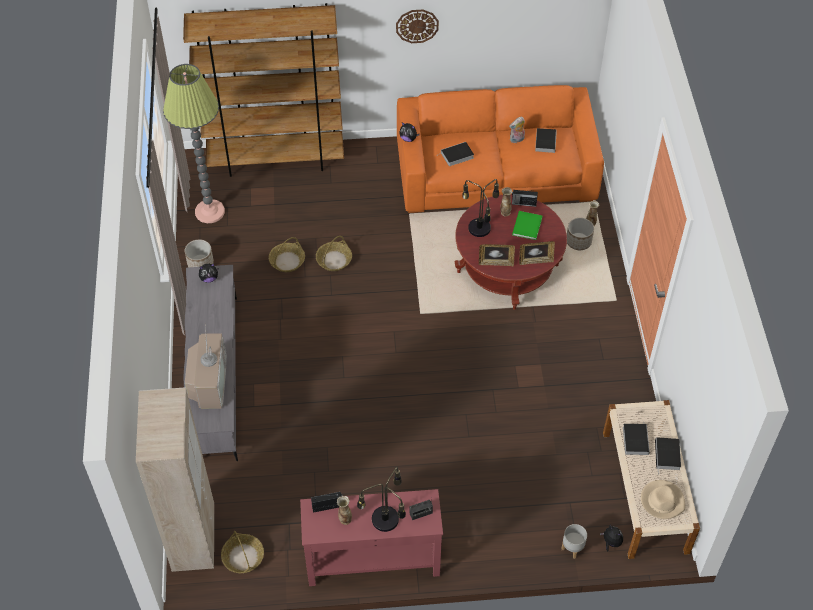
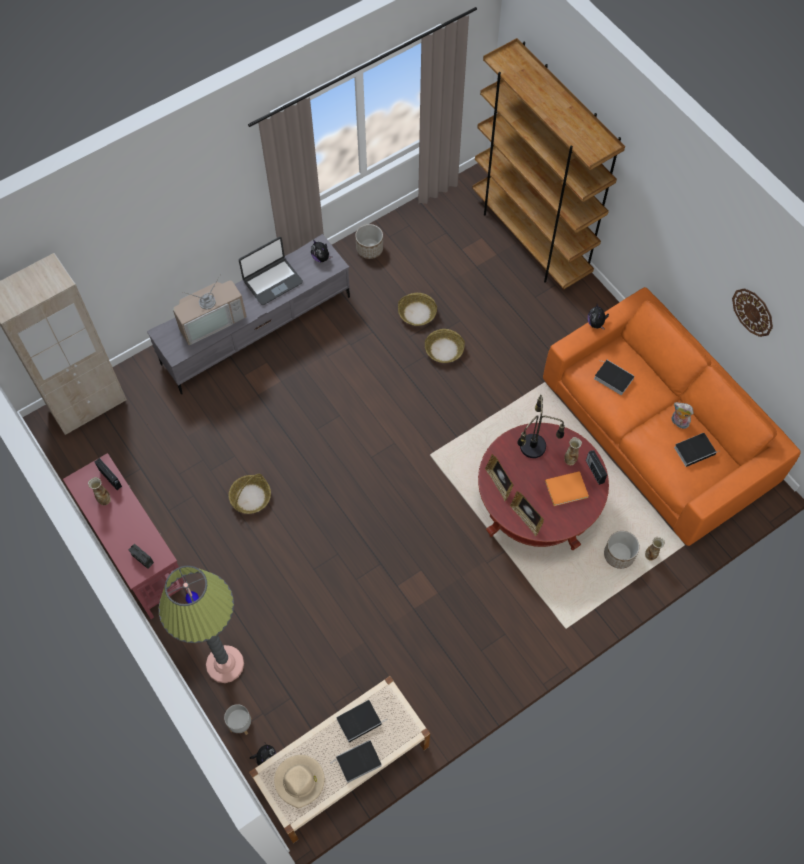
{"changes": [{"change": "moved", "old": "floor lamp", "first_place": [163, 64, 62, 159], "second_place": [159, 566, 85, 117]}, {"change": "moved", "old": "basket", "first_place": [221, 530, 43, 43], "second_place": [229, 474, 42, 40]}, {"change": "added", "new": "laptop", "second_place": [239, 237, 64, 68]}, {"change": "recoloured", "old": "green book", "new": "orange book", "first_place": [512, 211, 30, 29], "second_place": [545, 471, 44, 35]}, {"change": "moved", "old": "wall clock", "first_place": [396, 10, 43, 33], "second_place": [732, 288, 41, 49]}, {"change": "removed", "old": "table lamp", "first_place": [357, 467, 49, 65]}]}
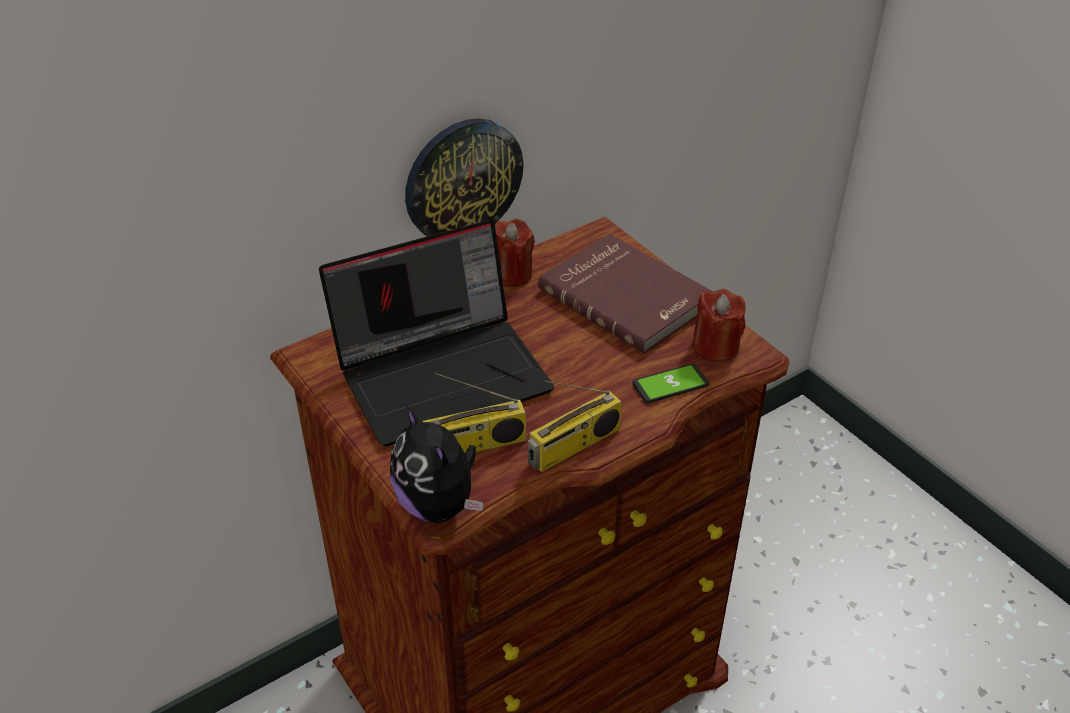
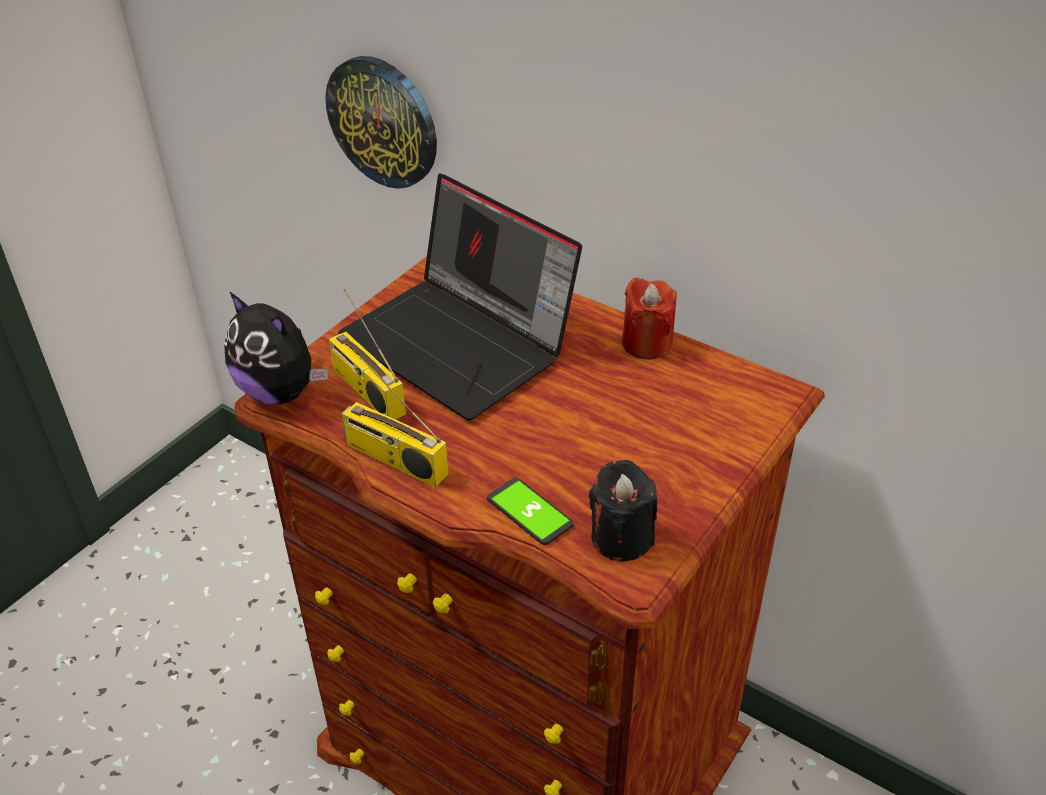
{"changes": [{"change": "turned", "old": "plush toy", "first_place": [390, 405, 93, 118], "second_place": [224, 292, 104, 113], "degrees": -90}, {"change": "moved", "old": "wall clock", "first_place": [405, 118, 119, 118], "second_place": [325, 56, 112, 133]}, {"change": "recoloured", "old": "red candle", "new": "black candle", "first_place": [692, 289, 54, 73], "second_place": [589, 460, 68, 102]}, {"change": "removed", "old": "red book", "first_place": [538, 234, 175, 120]}]}
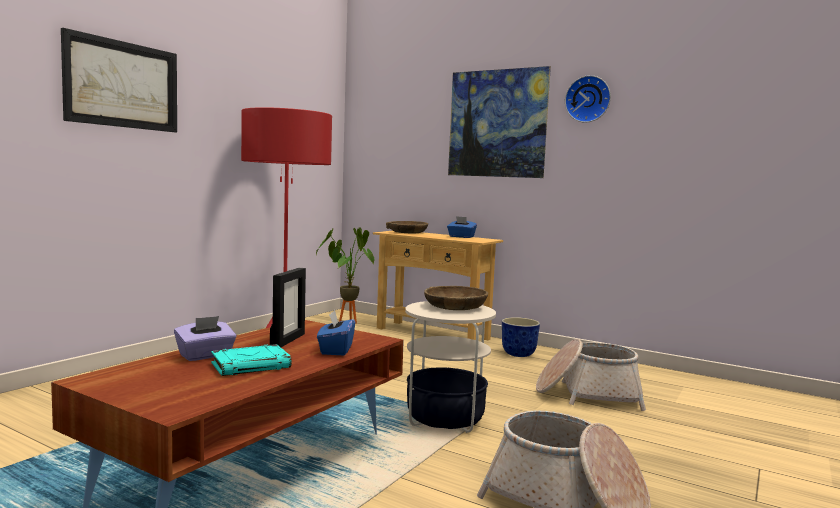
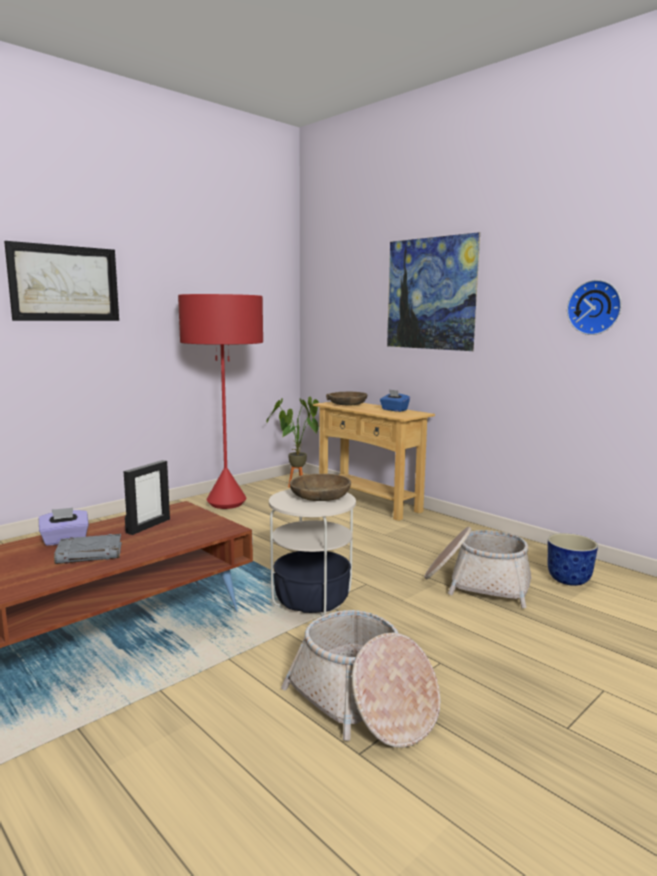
{"changes": [{"change": "recoloured", "old": "turquoise book", "new": "grey book", "first_place": [211, 344, 81, 32], "second_place": [54, 534, 68, 30]}, {"change": "moved", "old": "planter", "first_place": [502, 317, 38, 40], "second_place": [548, 533, 50, 53]}, {"change": "moved", "old": "wall clock", "first_place": [565, 75, 46, 48], "second_place": [567, 280, 55, 55]}, {"change": "removed", "old": "blue tissue box", "first_place": [317, 310, 38, 45]}]}
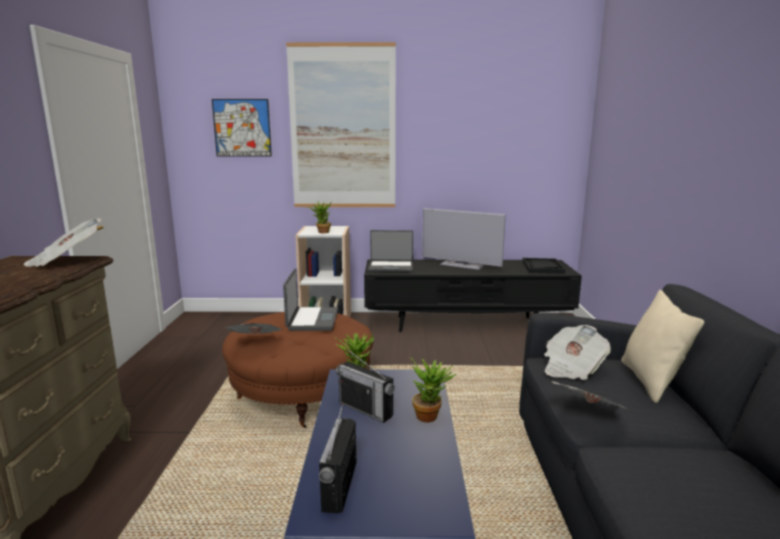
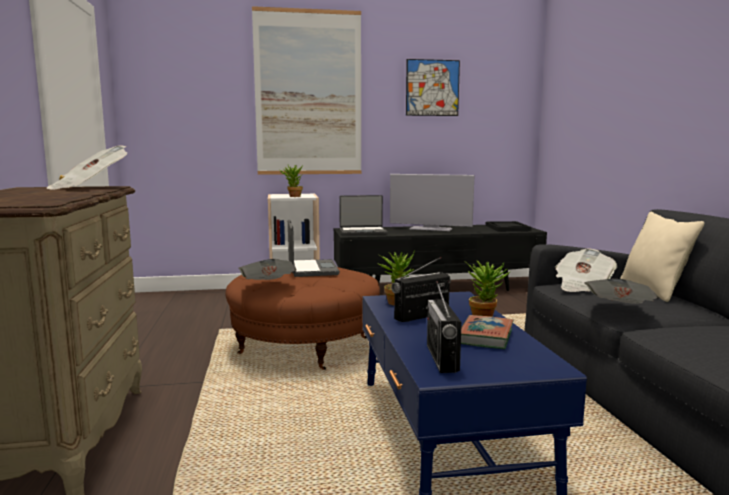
{"changes": [{"change": "turned", "old": "radio", "first_place": [336, 349, 59, 74], "second_place": [391, 257, 60, 65], "degrees": 120}, {"change": "moved", "old": "picture", "first_place": [212, 99, 60, 58], "second_place": [406, 59, 54, 57]}, {"change": "added", "new": "book", "second_place": [461, 315, 53, 34]}]}
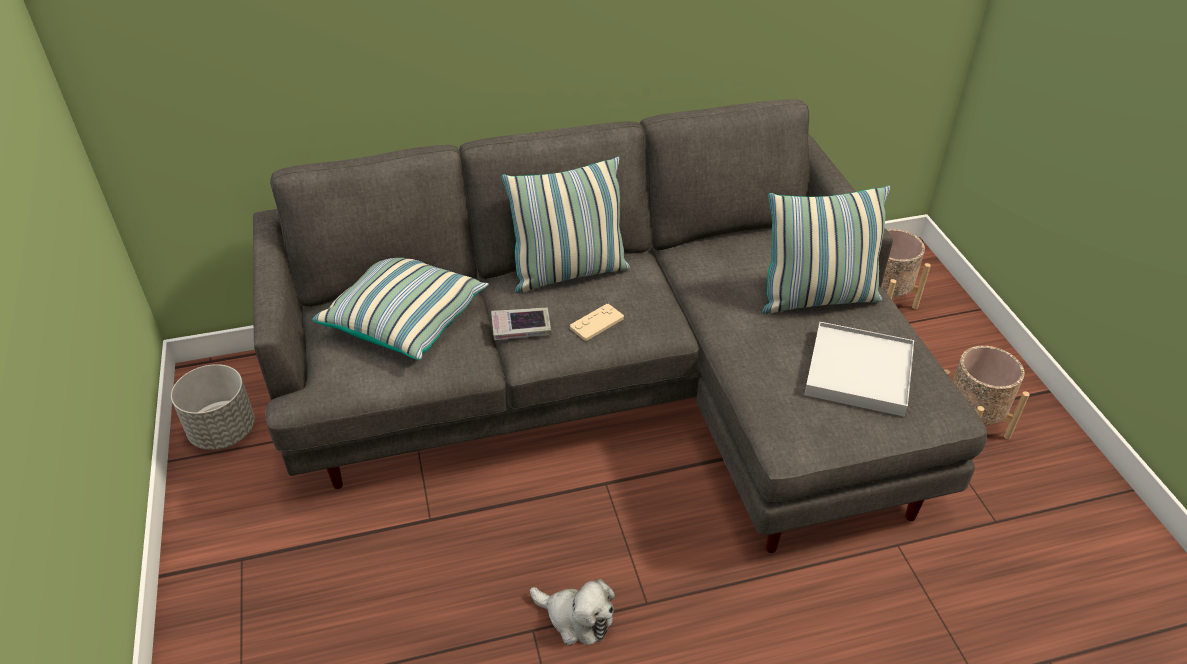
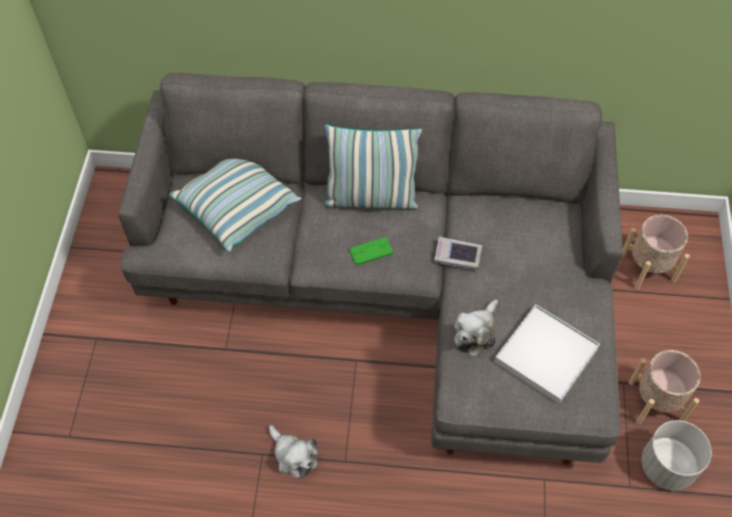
{"changes": [{"change": "recoloured", "old": "beige game controller", "new": "green game controller", "first_place": [570, 304, 54, 37], "second_place": [349, 237, 44, 28]}, {"change": "moved", "old": "book", "first_place": [491, 308, 60, 32], "second_place": [434, 237, 48, 33]}, {"change": "added", "new": "plush toy", "second_place": [454, 299, 44, 59]}, {"change": "moved", "old": "grey planter", "first_place": [171, 364, 84, 86], "second_place": [641, 420, 71, 71]}, {"change": "removed", "old": "pillow", "first_place": [762, 186, 128, 128]}]}
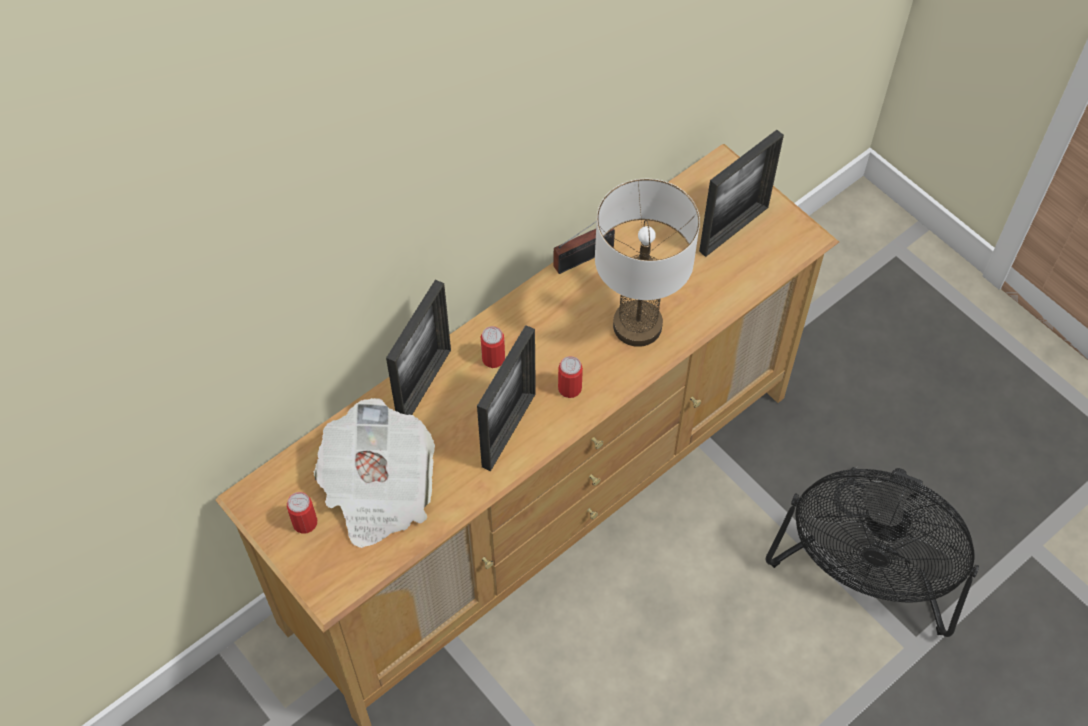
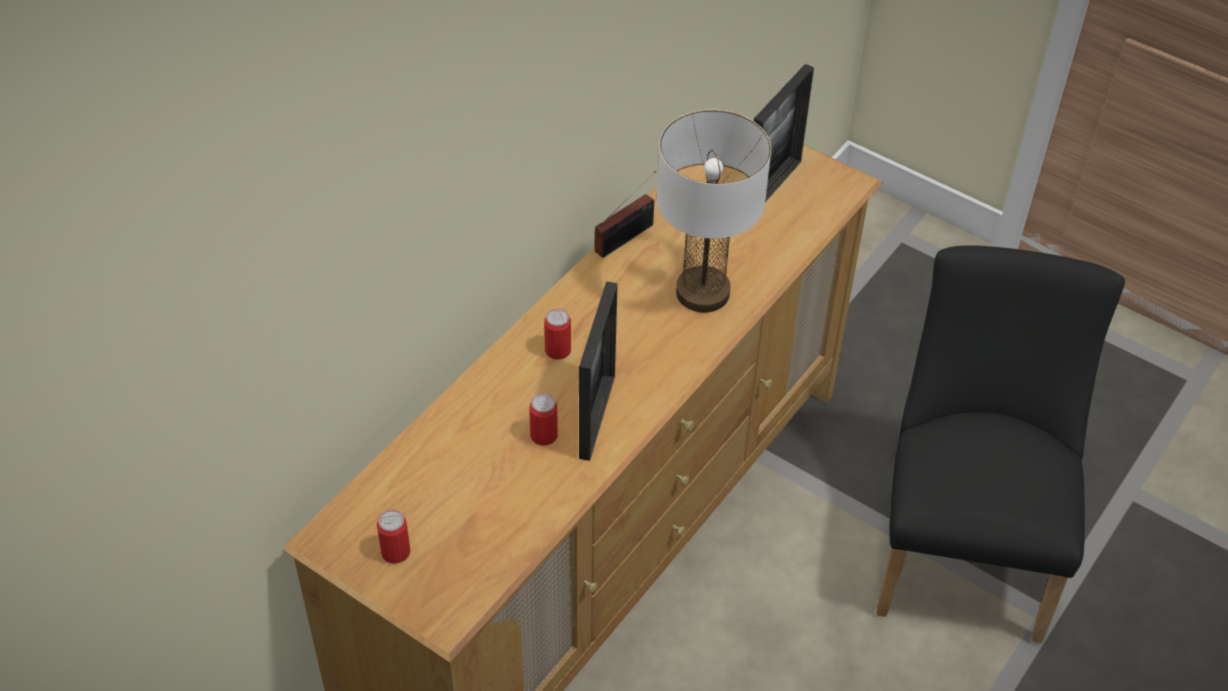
{"changes": [{"change": "moved", "old": "can", "first_place": [558, 356, 25, 42], "second_place": [529, 393, 29, 52]}, {"change": "replaced", "old": "black fan", "new": "black chair", "first_place": [766, 467, 213, 170], "second_place": [876, 245, 249, 398]}, {"change": "removed", "old": "newspaper", "first_place": [314, 398, 121, 150]}, {"change": "removed", "old": "picture frame", "first_place": [386, 280, 65, 135]}]}
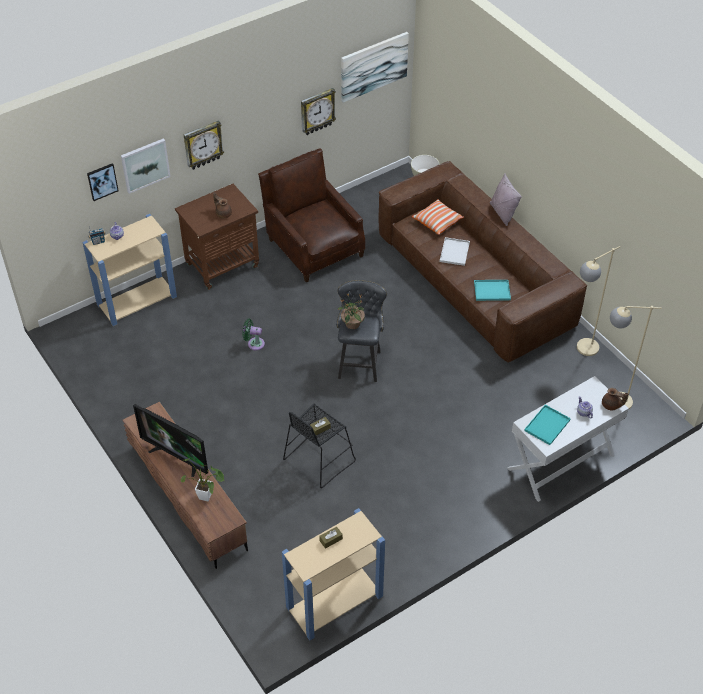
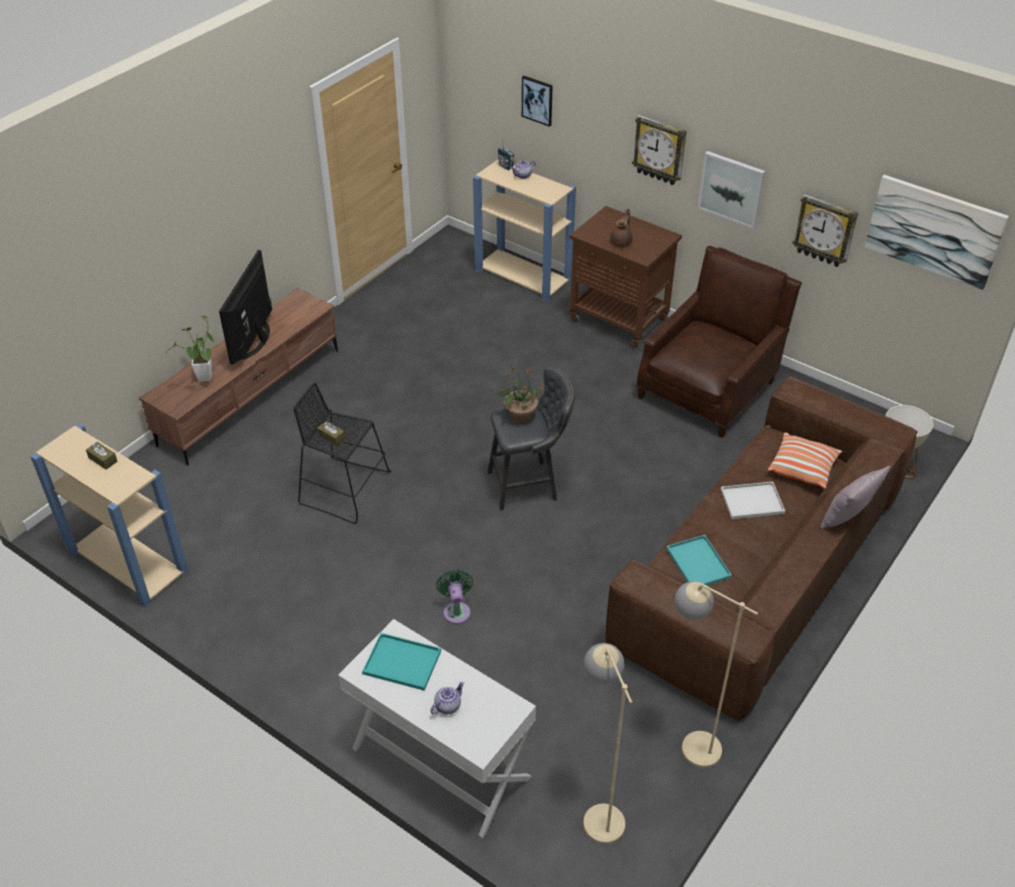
{"changes": [{"change": "moved", "old": "green fan", "first_place": [242, 319, 23, 32], "second_place": [436, 570, 37, 54]}, {"change": "moved", "old": "picture", "first_place": [121, 138, 50, 56], "second_place": [698, 151, 67, 78]}, {"change": "removed", "old": "brown teapot", "first_place": [602, 388, 26, 22]}]}
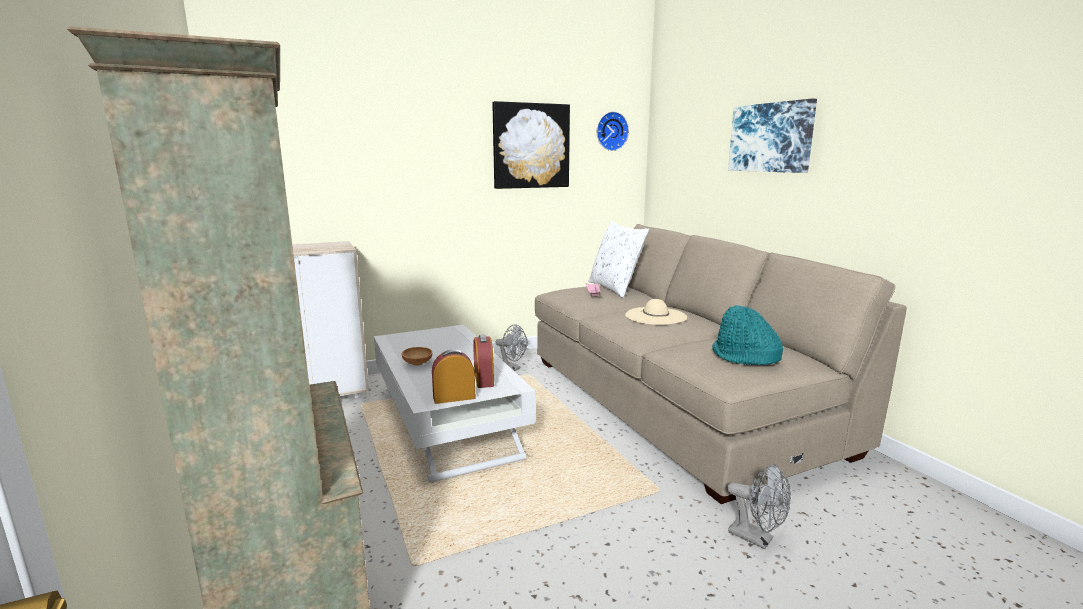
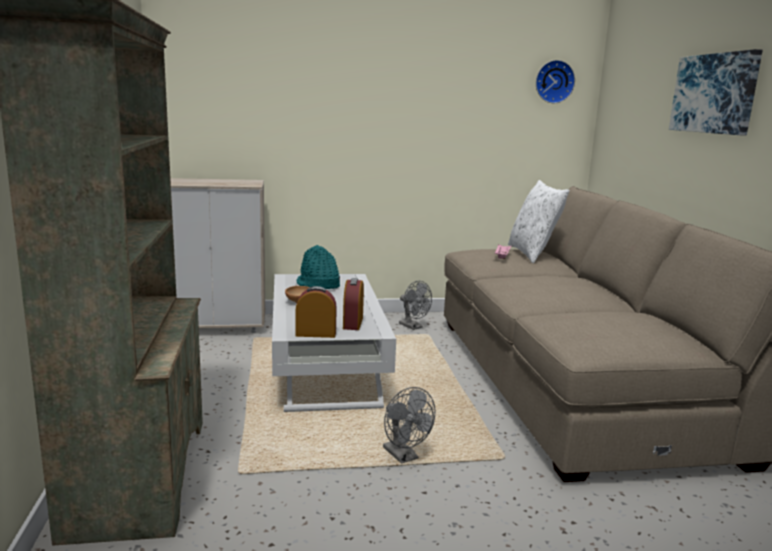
{"changes": [{"change": "moved", "old": "turquoise hat", "first_place": [712, 305, 71, 60], "second_place": [297, 245, 43, 44]}, {"change": "moved", "old": "grey fan", "first_place": [727, 464, 64, 85], "second_place": [383, 387, 53, 77]}, {"change": "removed", "old": "picture", "first_place": [492, 101, 78, 88]}, {"change": "removed", "old": "beige hat", "first_place": [625, 299, 62, 26]}]}
